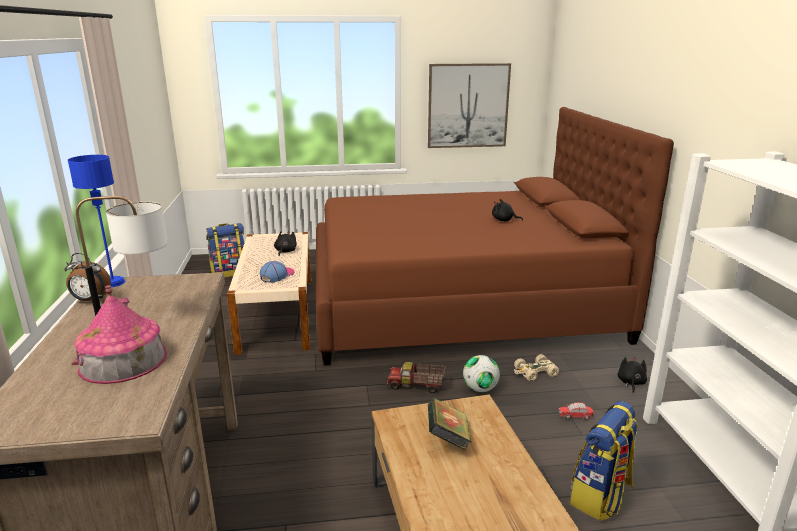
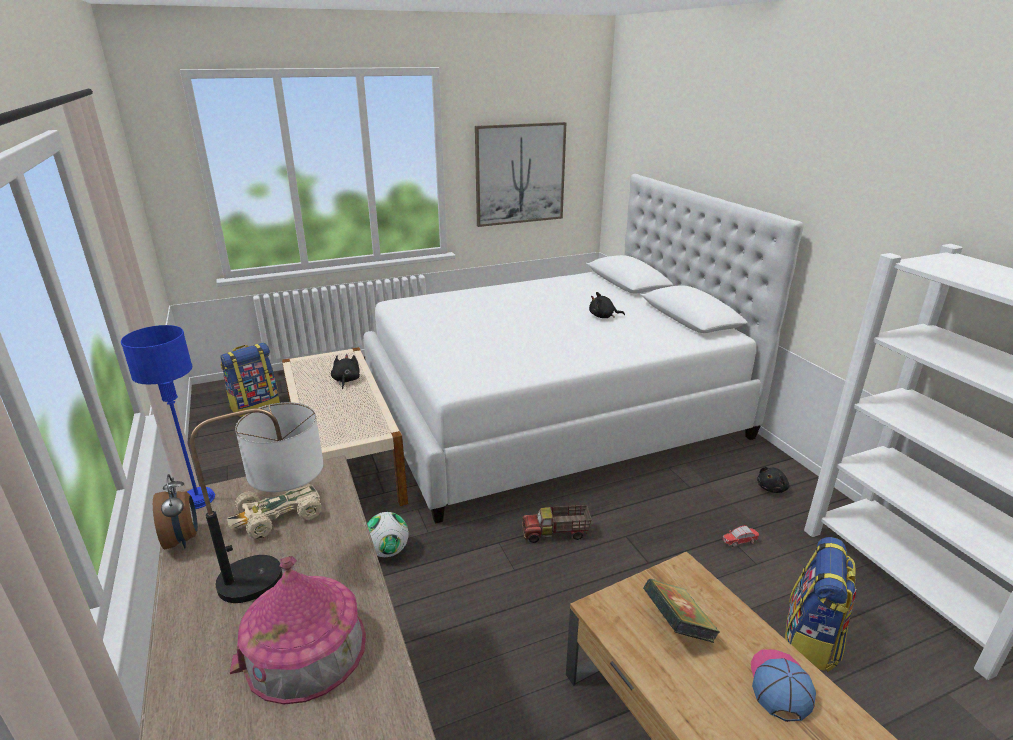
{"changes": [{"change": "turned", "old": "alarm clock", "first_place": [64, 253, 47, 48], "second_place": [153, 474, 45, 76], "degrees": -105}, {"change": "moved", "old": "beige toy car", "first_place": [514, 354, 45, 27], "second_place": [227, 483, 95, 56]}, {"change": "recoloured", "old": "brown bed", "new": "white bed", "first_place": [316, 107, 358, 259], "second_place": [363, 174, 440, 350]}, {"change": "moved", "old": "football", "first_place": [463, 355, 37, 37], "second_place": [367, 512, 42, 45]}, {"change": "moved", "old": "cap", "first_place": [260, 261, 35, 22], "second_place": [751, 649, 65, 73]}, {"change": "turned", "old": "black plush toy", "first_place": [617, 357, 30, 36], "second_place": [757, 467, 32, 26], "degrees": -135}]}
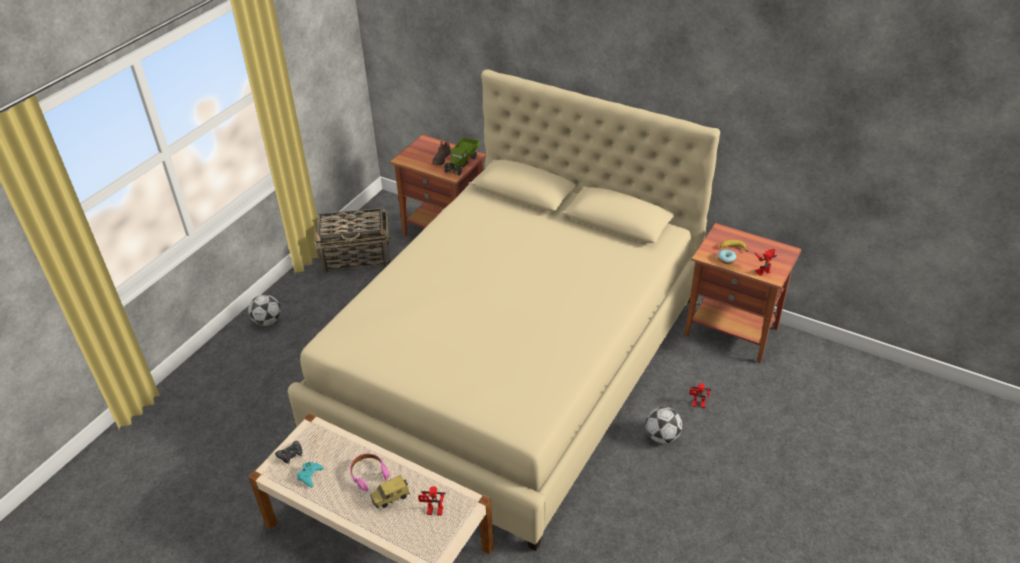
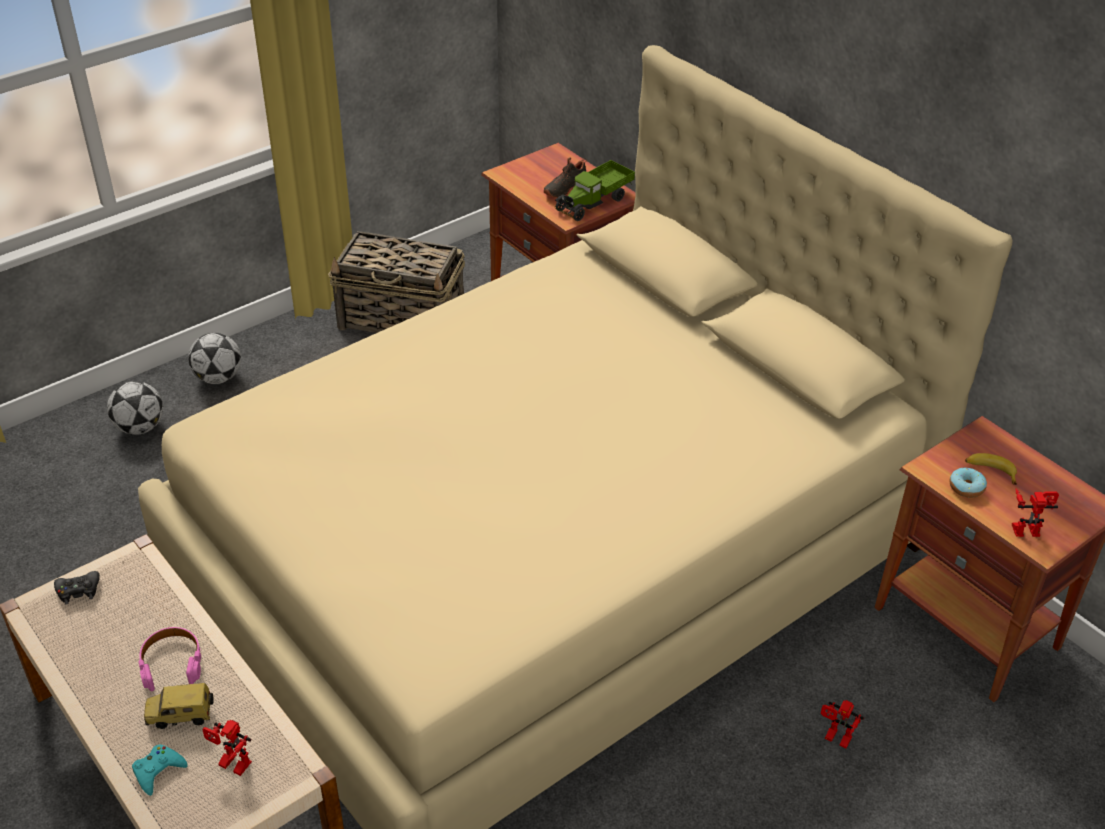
{"changes": [{"change": "moved", "old": "football", "first_place": [645, 407, 37, 36], "second_place": [107, 381, 56, 54]}, {"change": "moved", "old": "turquoise game controller", "first_place": [297, 462, 27, 25], "second_place": [132, 744, 56, 52]}]}
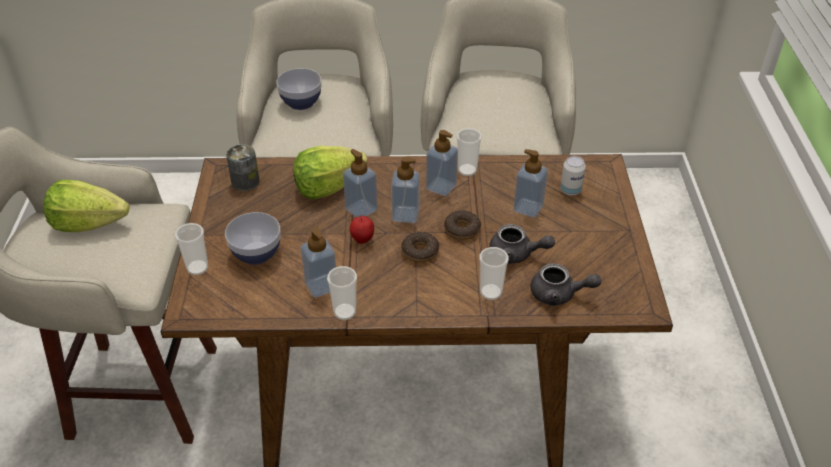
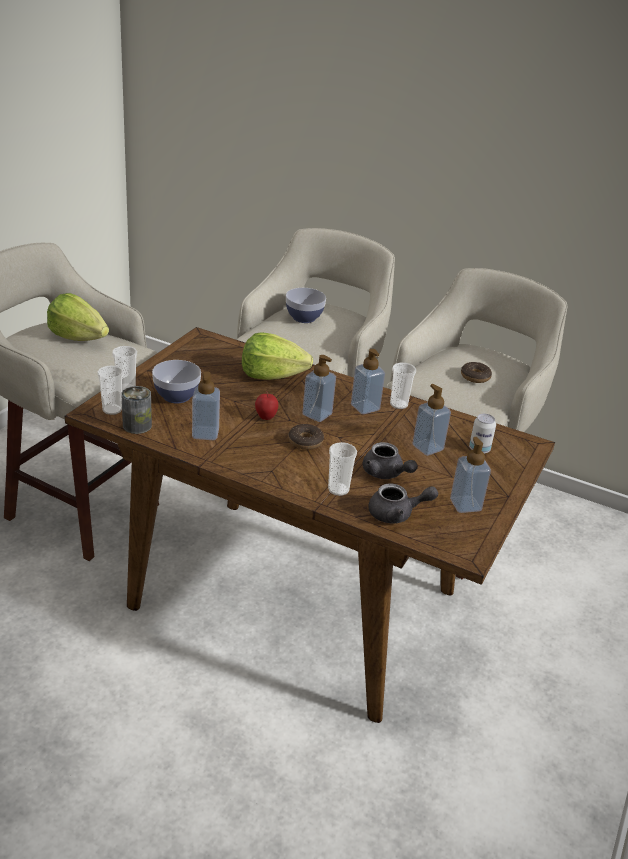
{"changes": [{"change": "moved", "old": "cup", "first_place": [327, 266, 30, 54], "second_place": [97, 366, 27, 49]}, {"change": "moved", "old": "can", "first_place": [226, 144, 34, 47], "second_place": [121, 386, 31, 48]}, {"change": "turned", "old": "grey teapot", "first_place": [531, 263, 70, 43], "second_place": [368, 484, 70, 39], "degrees": -45}, {"change": "moved", "old": "soap dispenser", "first_place": [343, 149, 35, 68], "second_place": [450, 437, 41, 76]}, {"change": "moved", "old": "donut", "first_place": [444, 210, 37, 30], "second_place": [461, 362, 31, 21]}]}
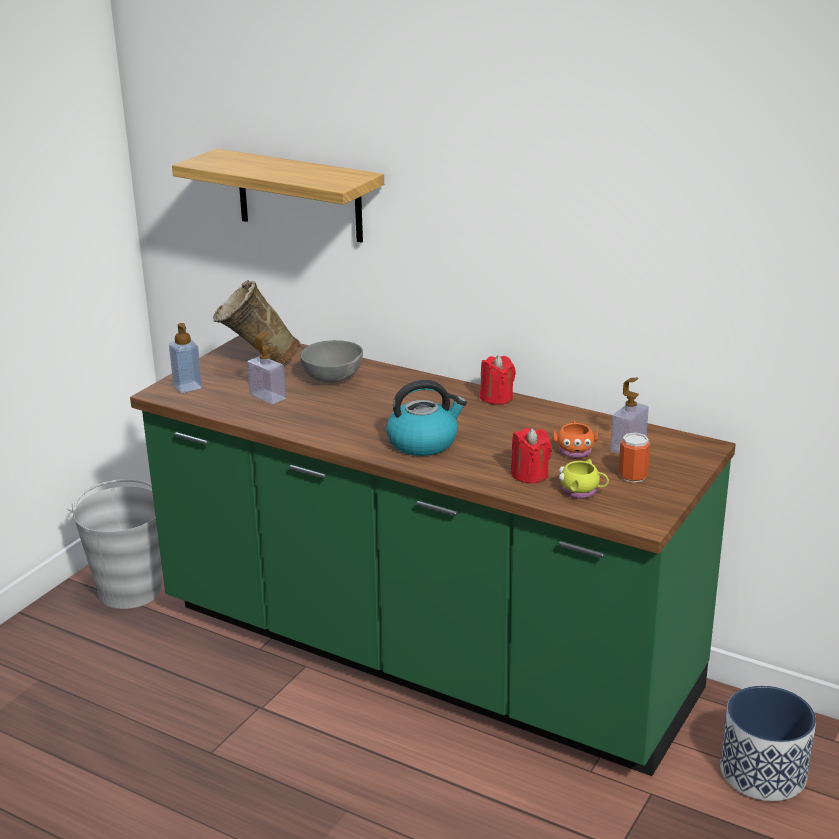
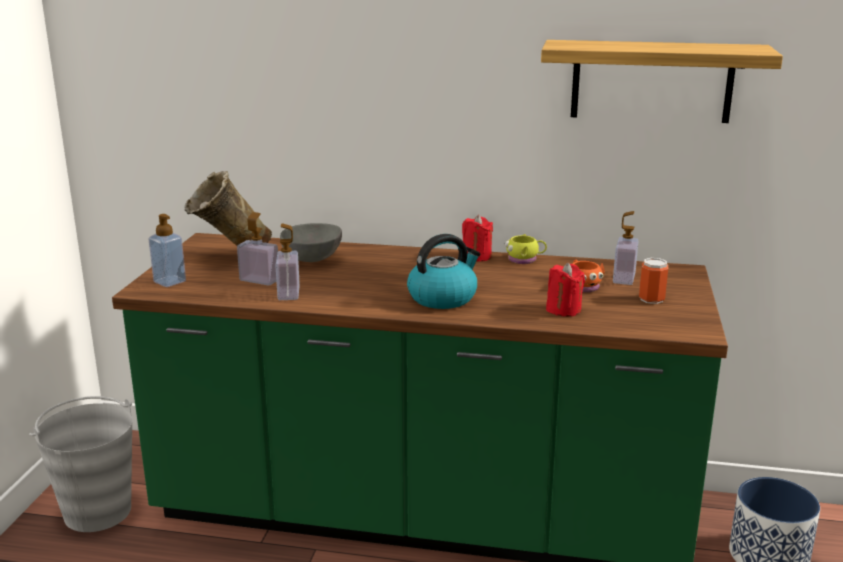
{"changes": [{"change": "added", "new": "soap dispenser", "second_place": [275, 223, 25, 77]}, {"change": "moved", "old": "yellow mug", "first_place": [559, 459, 50, 40], "second_place": [505, 234, 42, 30]}, {"change": "moved", "old": "shelf", "first_place": [172, 149, 212, 94], "second_place": [541, 40, 242, 83]}]}
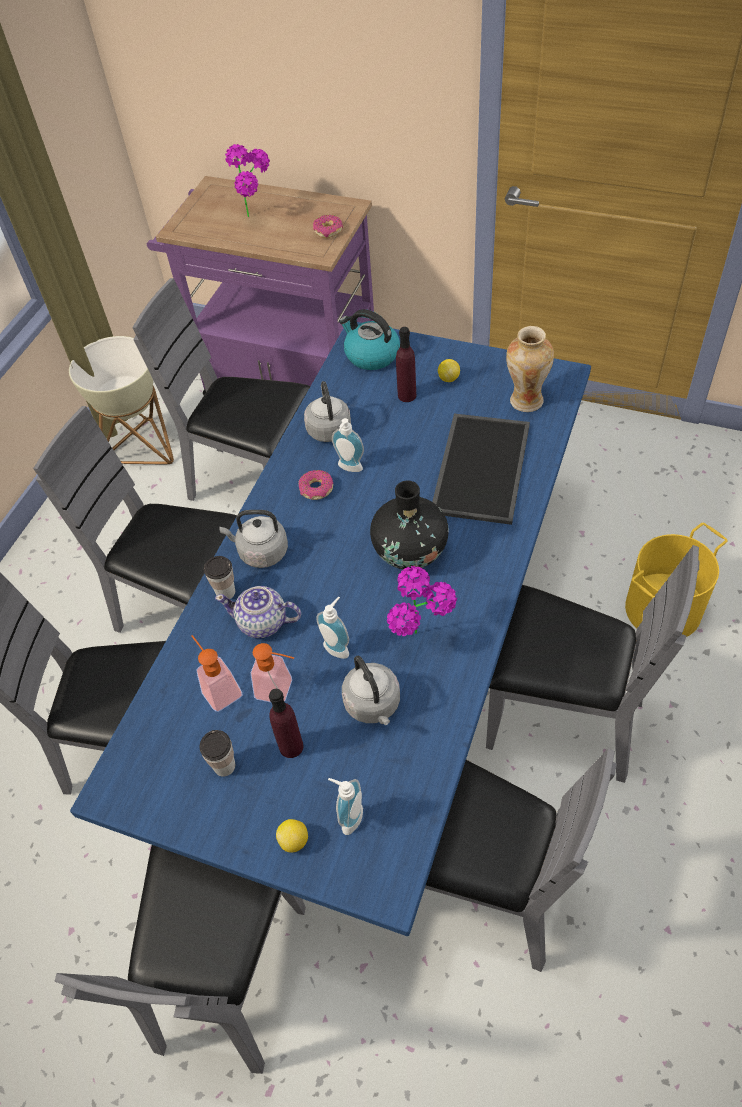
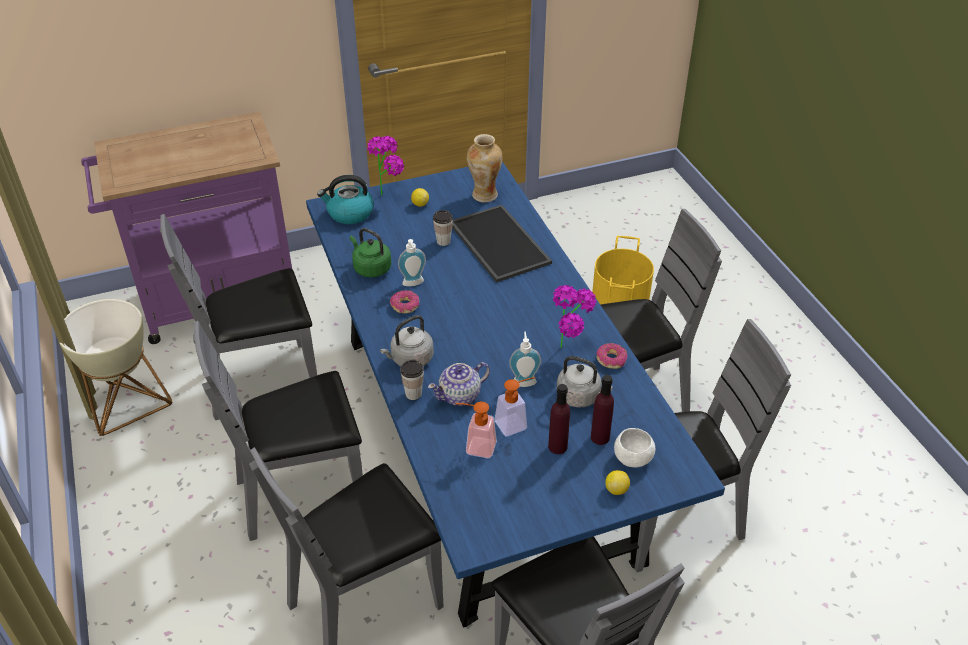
{"changes": [{"change": "recoloured", "old": "grey kettle", "new": "green kettle", "first_place": [304, 381, 47, 61], "second_place": [350, 228, 42, 49]}, {"change": "moved", "old": "potted plant", "first_place": [225, 144, 45, 73], "second_place": [367, 136, 37, 59]}, {"change": "moved", "old": "cup", "first_place": [200, 730, 35, 47], "second_place": [433, 210, 20, 36]}, {"change": "moved", "old": "purple bottle", "first_place": [396, 327, 20, 75], "second_place": [591, 375, 23, 70]}, {"change": "moved", "old": "donut", "first_place": [313, 215, 30, 23], "second_place": [596, 343, 31, 26]}, {"change": "replaced", "old": "soap dispenser", "new": "white bowl", "first_place": [328, 778, 35, 57], "second_place": [614, 428, 41, 40]}, {"change": "removed", "old": "black vase", "first_place": [370, 481, 79, 88]}]}
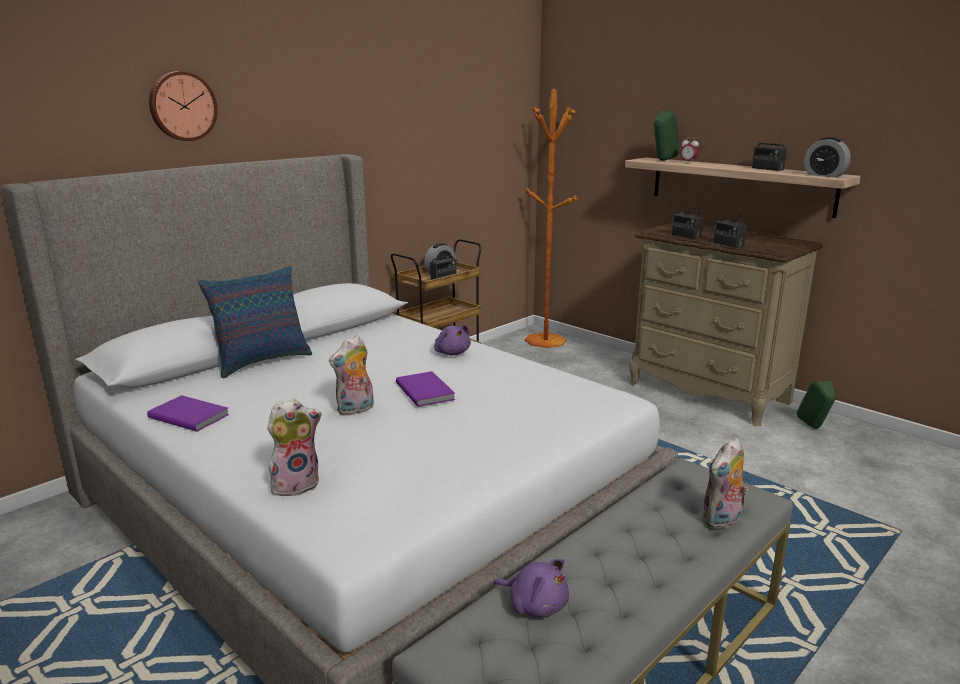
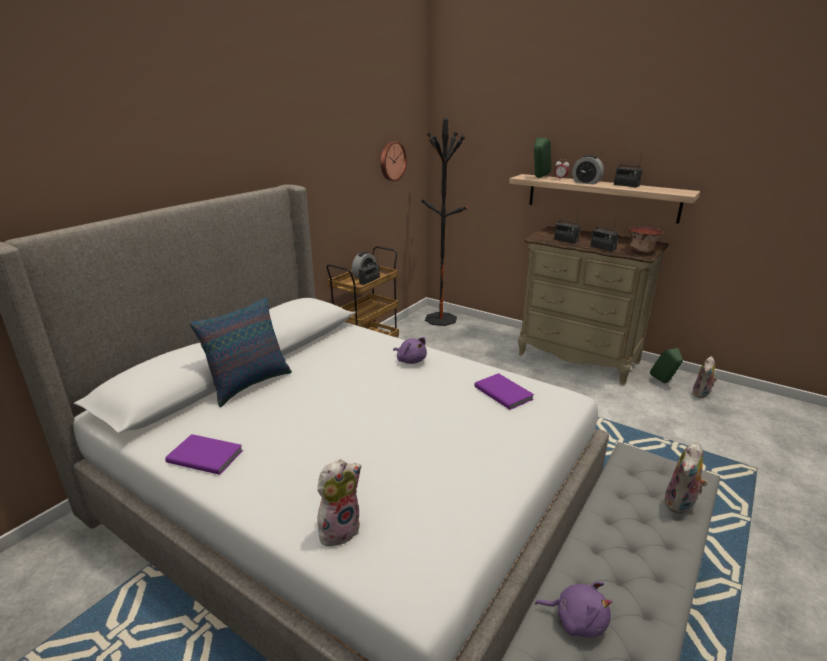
{"changes": [{"change": "moved", "old": "wall clock", "first_place": [149, 71, 69, 70], "second_place": [381, 141, 26, 40]}, {"change": "recoloured", "old": "orange clothes rack", "new": "black clothes rack", "first_place": [525, 89, 53, 259], "second_place": [421, 118, 47, 208]}, {"change": "moved", "old": "purple book", "first_place": [396, 371, 59, 36], "second_place": [474, 373, 60, 37]}, {"change": "moved", "old": "alarm clock", "first_place": [804, 137, 47, 40], "second_place": [572, 155, 32, 29]}, {"change": "added", "new": "bowl", "second_place": [628, 226, 35, 27]}, {"change": "moved", "old": "plush toy", "first_place": [329, 335, 45, 81], "second_place": [692, 356, 25, 42]}]}
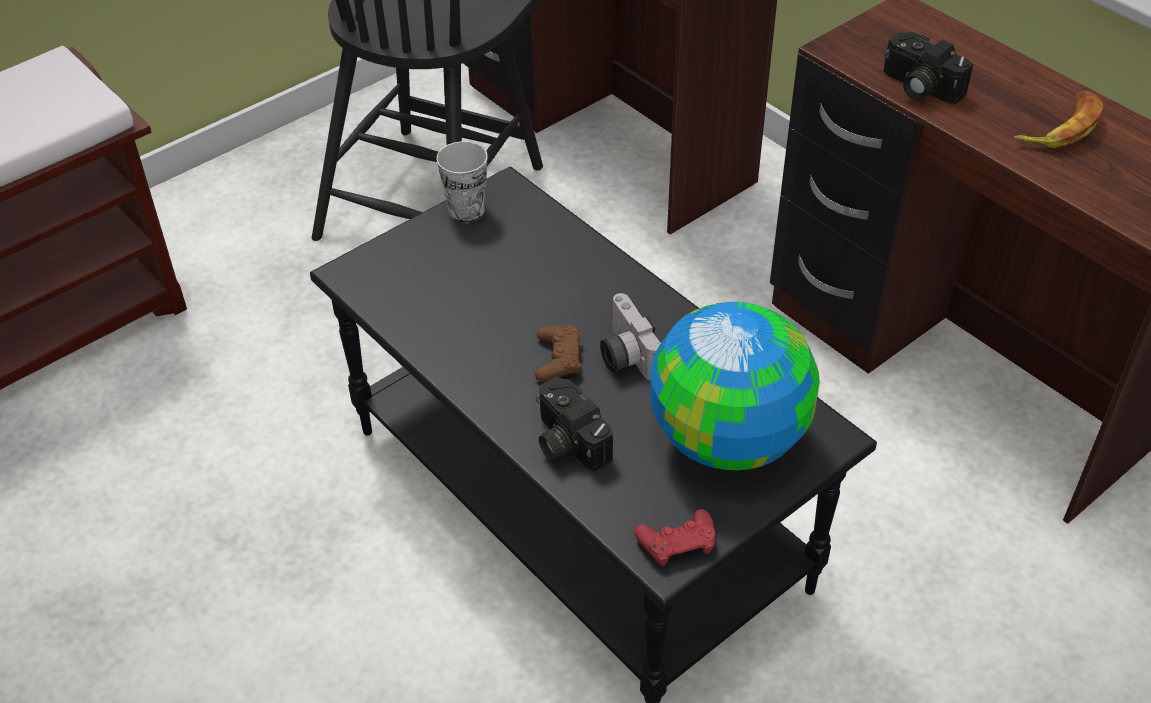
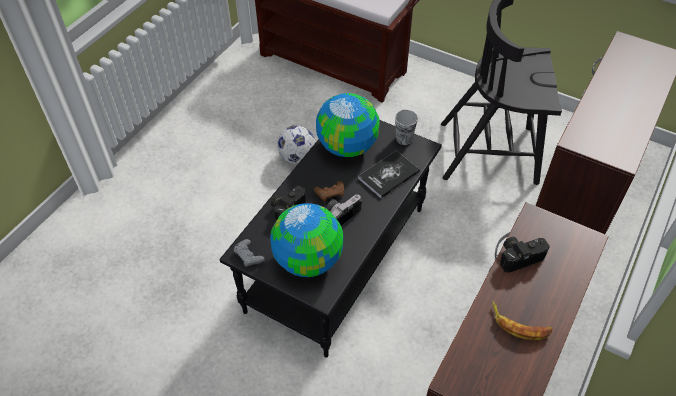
{"changes": [{"change": "recoloured", "old": "red game controller", "new": "grey game controller", "first_place": [634, 509, 82, 57], "second_place": [234, 239, 30, 28]}, {"change": "added", "new": "football", "second_place": [277, 125, 38, 39]}, {"change": "added", "new": "globe", "second_place": [316, 93, 63, 64]}, {"change": "added", "new": "book", "second_place": [358, 151, 62, 47]}, {"change": "turned", "old": "photo camera", "first_place": [884, 32, 89, 72], "second_place": [500, 237, 50, 36], "degrees": 45}]}
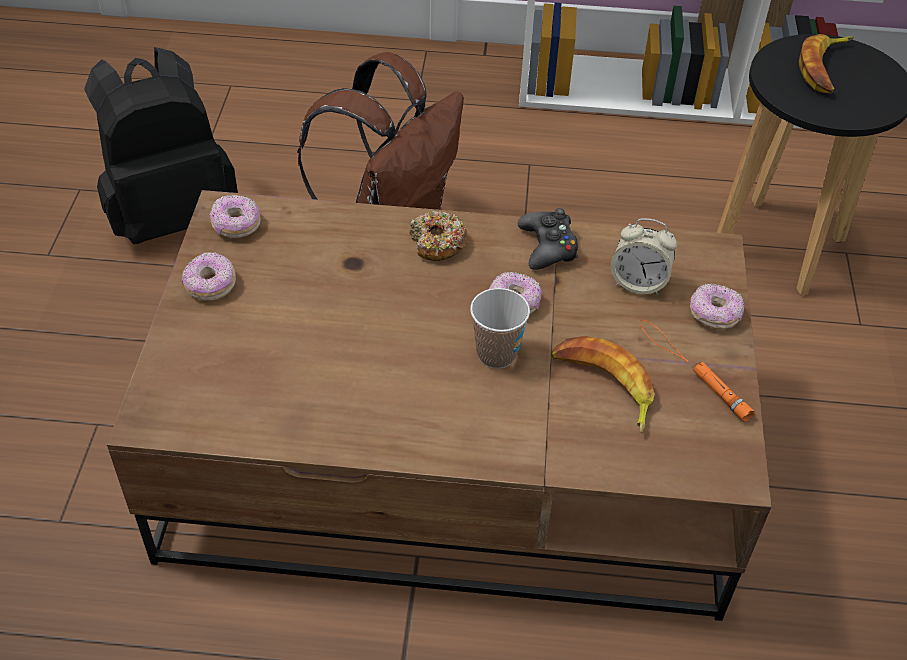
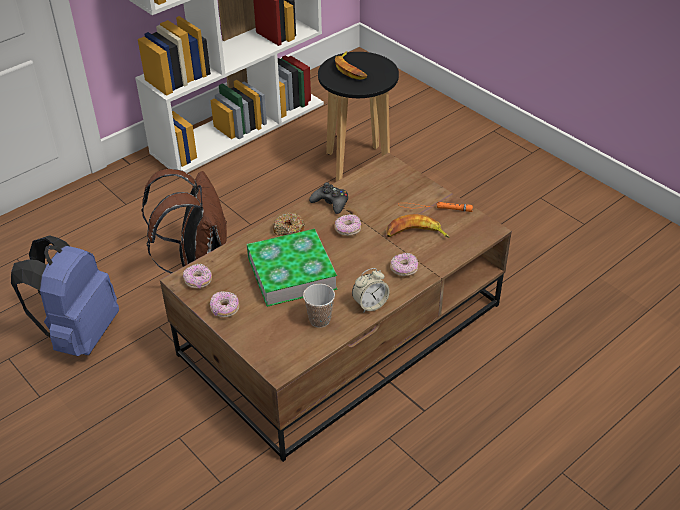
{"changes": [{"change": "recoloured", "old": "black backpack", "new": "blue backpack", "first_place": [84, 47, 154, 197], "second_place": [11, 235, 108, 121]}, {"change": "added", "new": "book", "second_place": [247, 229, 90, 78]}, {"change": "moved", "old": "cup", "first_place": [470, 288, 60, 81], "second_place": [303, 284, 32, 44]}, {"change": "moved", "old": "alarm clock", "first_place": [611, 218, 66, 77], "second_place": [352, 268, 38, 45]}, {"change": "moved", "old": "donut", "first_place": [690, 284, 54, 46], "second_place": [390, 253, 28, 23]}]}
